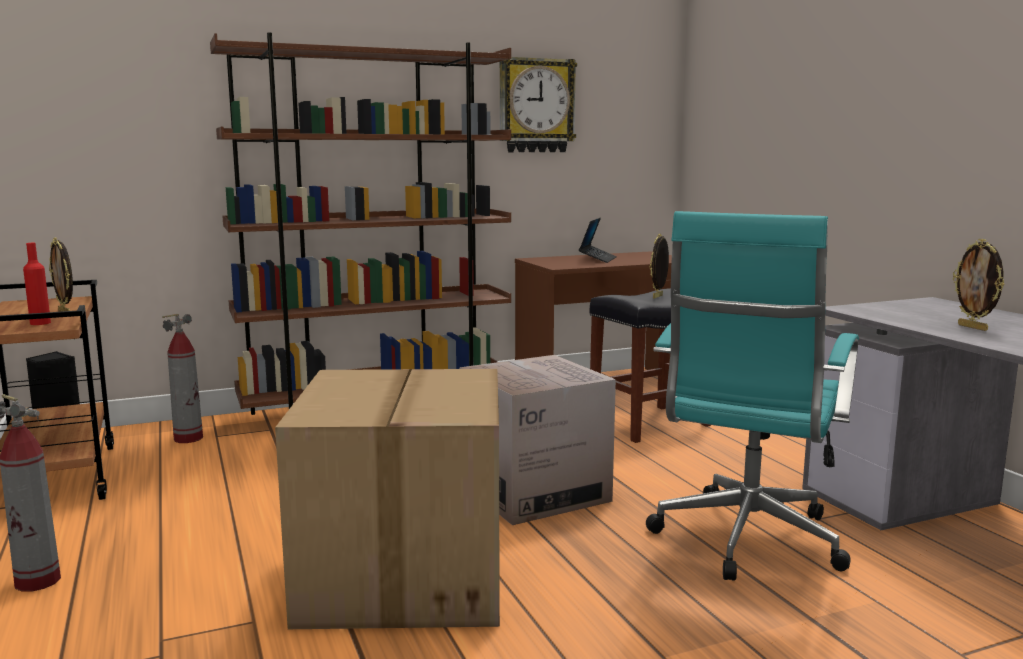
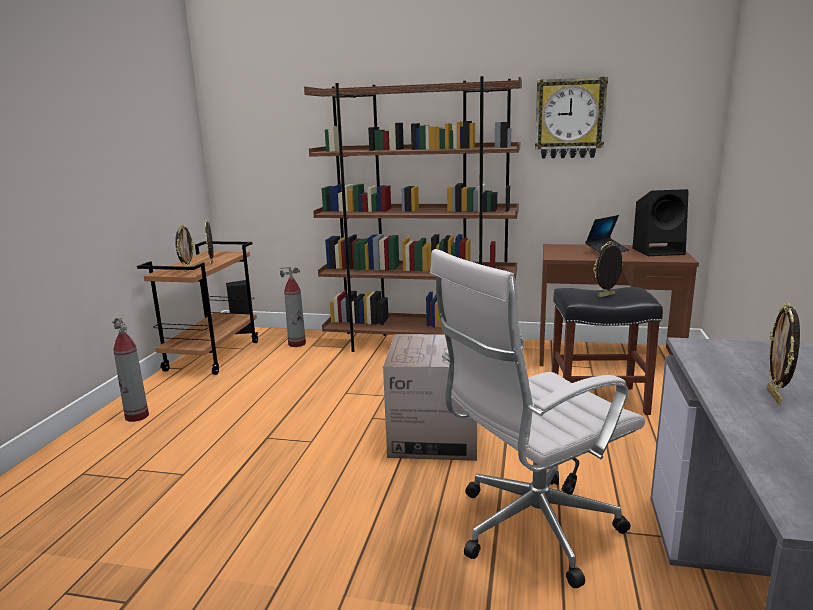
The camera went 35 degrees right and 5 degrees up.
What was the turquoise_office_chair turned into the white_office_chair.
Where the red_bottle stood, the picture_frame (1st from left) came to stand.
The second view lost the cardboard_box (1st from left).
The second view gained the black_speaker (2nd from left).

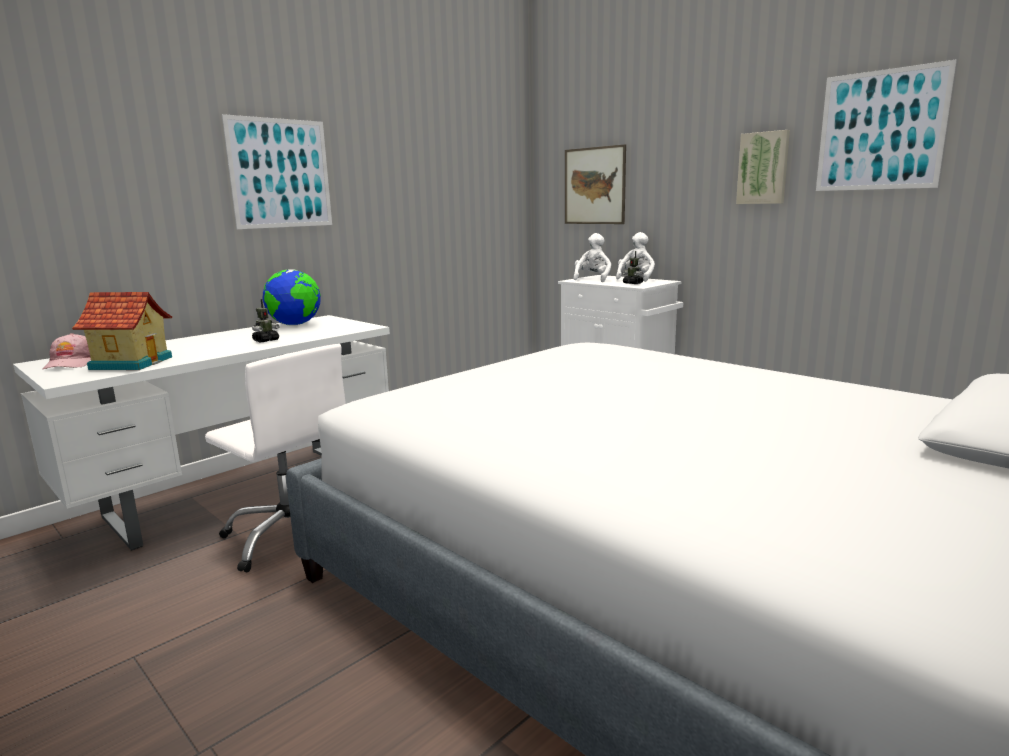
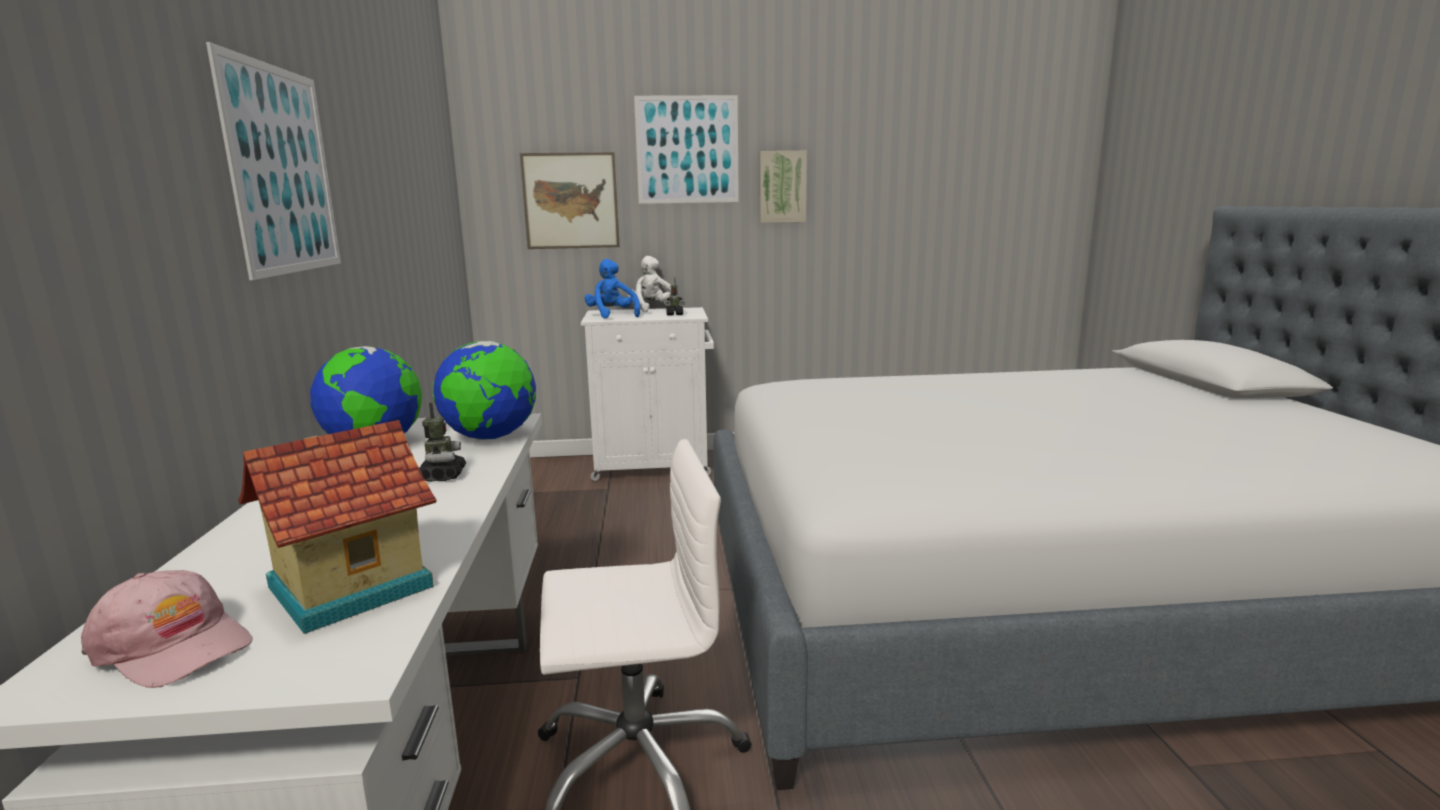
The camera went 50 degrees left and 0 degrees up.
The picture (4th from left in the first image) ended up elsewhere.
What was the white_plush_toy (1st from left) turned into the blue_plush_toy.
The second view gained the globe (2nd from left).

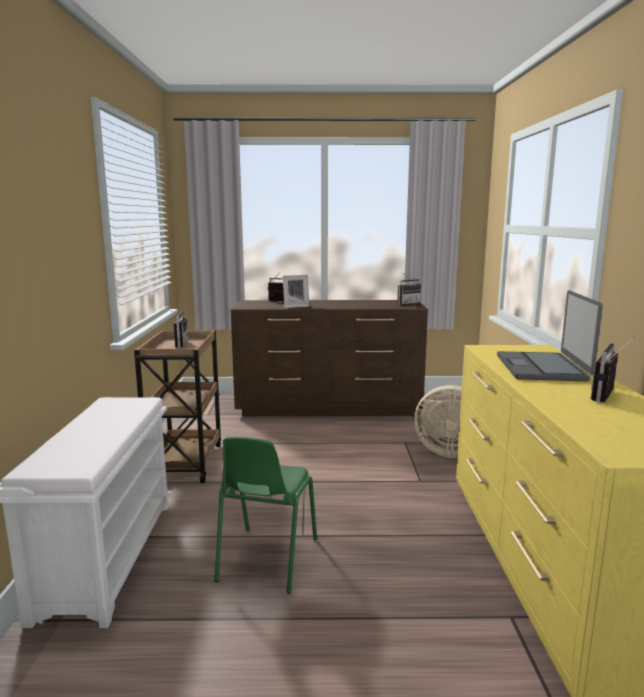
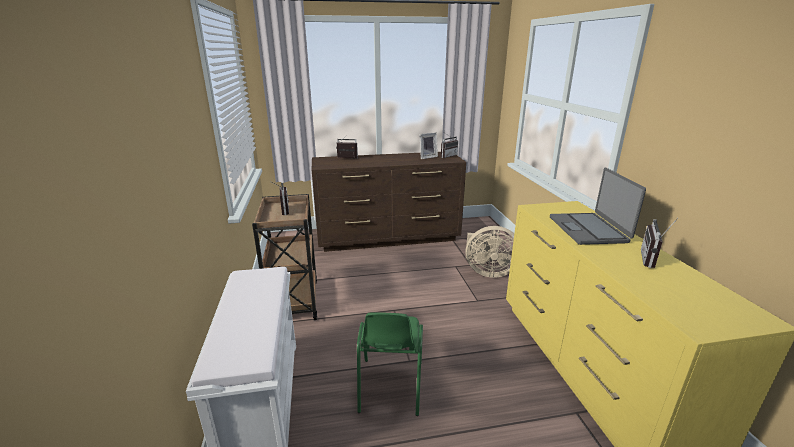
The camera went 10 degrees left and 10 degrees up.
The picture_frame ended up elsewhere.

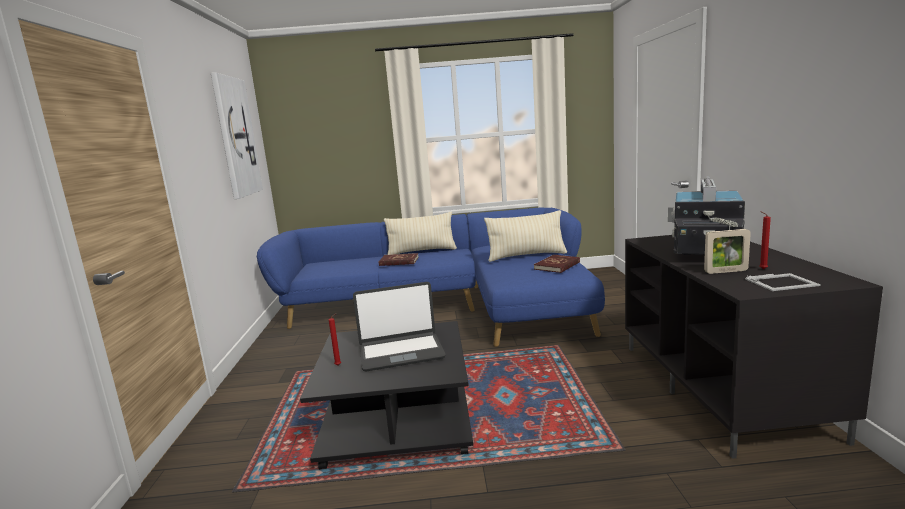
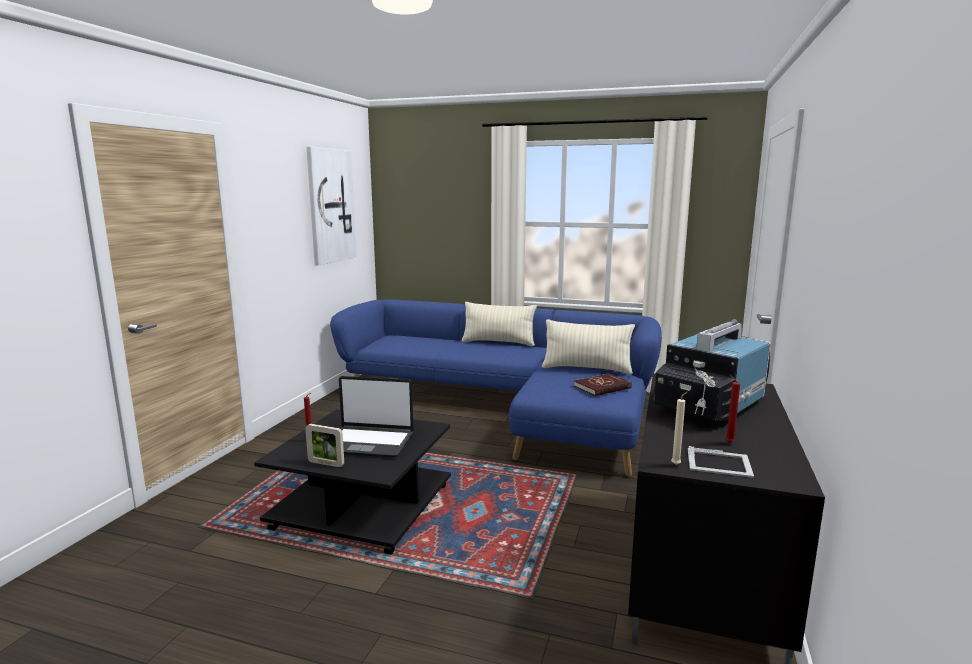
The camera went 20 degrees right and 0 degrees up.
The picture_frame (1st from left) ended up elsewhere.
The second view lost the red_book (1st from left).
The second view gained the beige_candle.

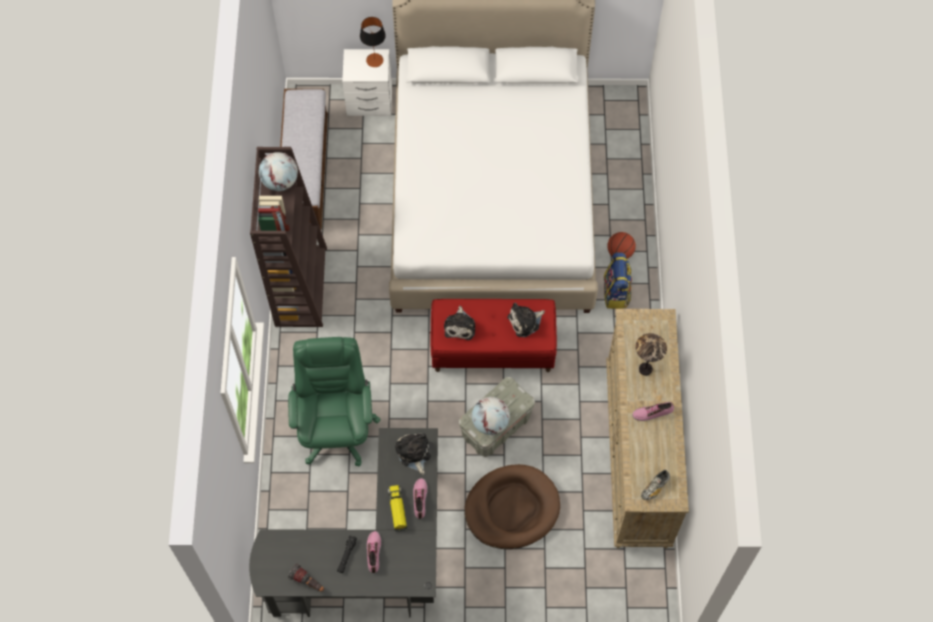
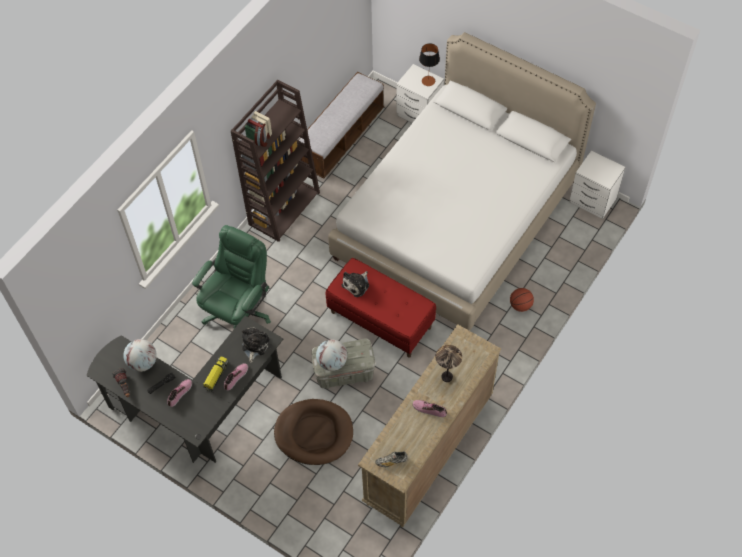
The camera went 35 degrees right and 5 degrees down.
The globe (1st from left) ended up elsewhere.
The second view lost the backpack.
The second view lost the plush_toy (3rd from left).
The second view gained the white_nightstand (2nd from left).

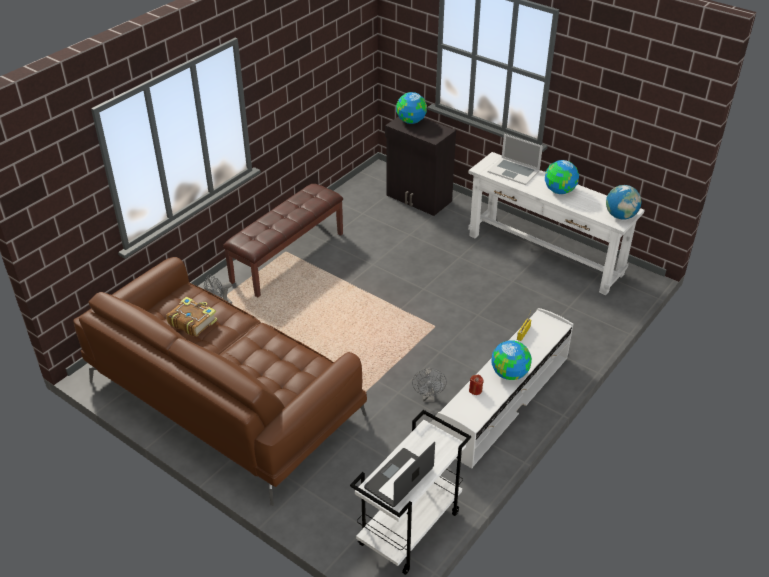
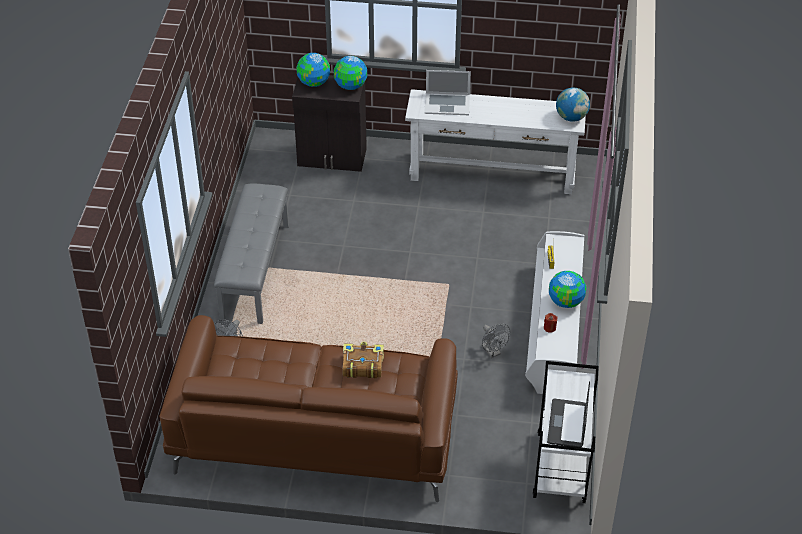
The camera went 30 degrees left and 5 degrees up.
The globe (3rd from left in the first image) ended up elsewhere.
What was the brown_bench turned into the grey_bench.
The book ended up elsewhere.

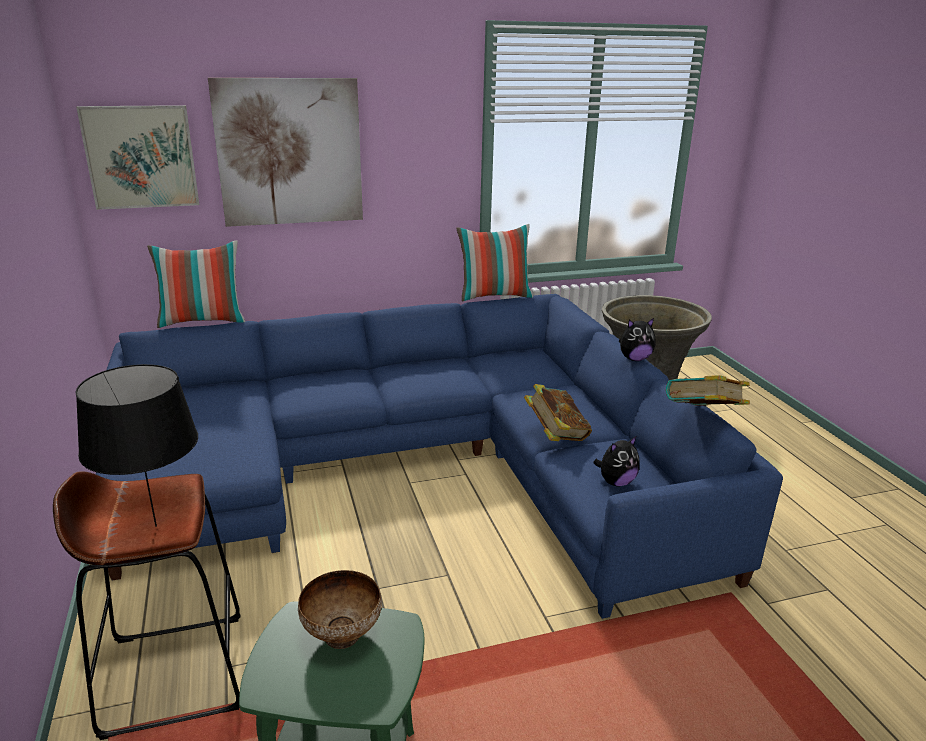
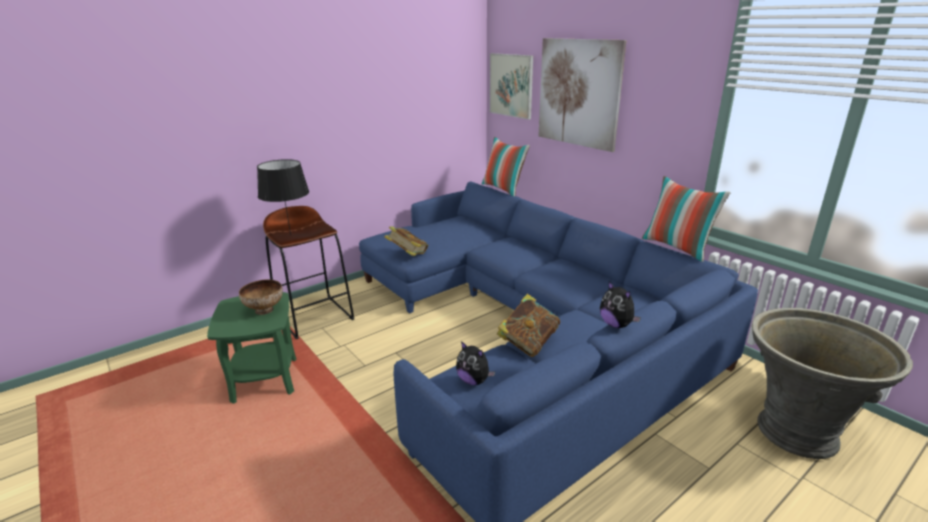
The camera went 70 degrees right and 0 degrees up.
The book (2nd from left in the first image) ended up elsewhere.

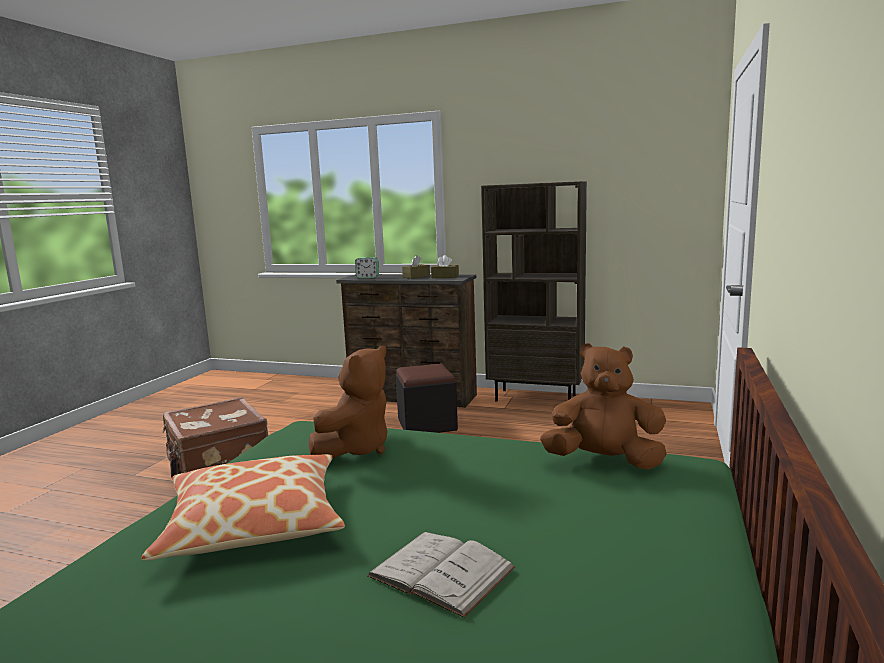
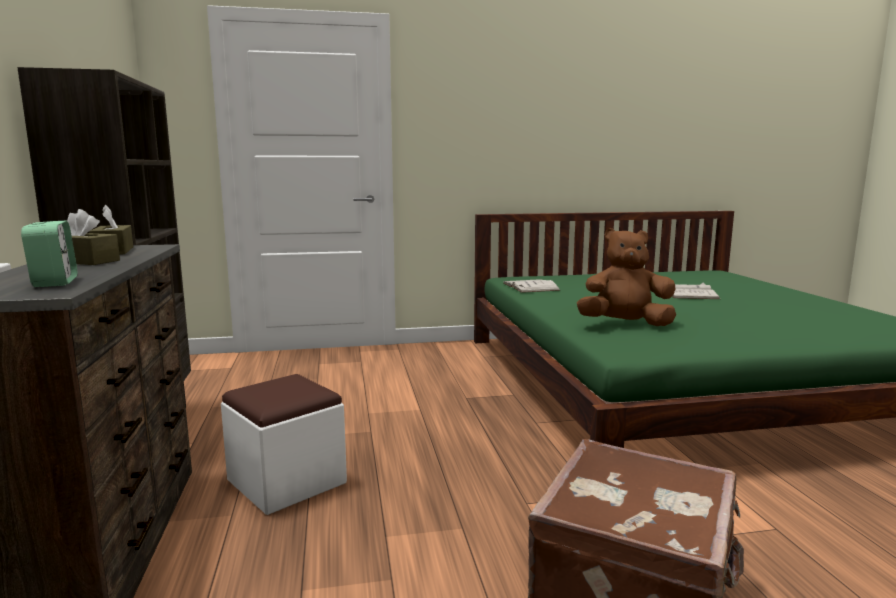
The camera went 120 degrees left and 0 degrees up.
Where the brown_plush_toy (2nd from left) stood, the white_book (1st from left) came to stand.
What was the black_ottoman turned into the white_ottoman.
The second view lost the pillow.

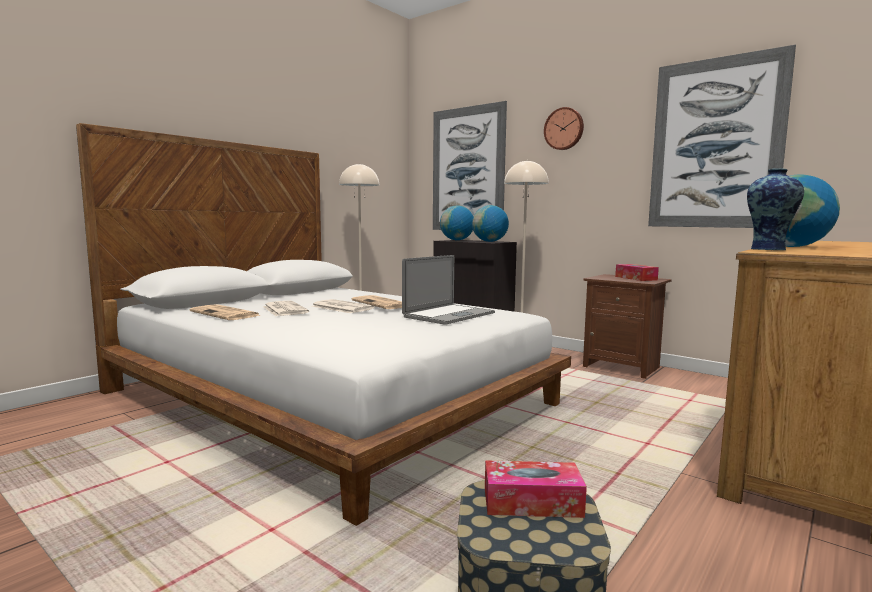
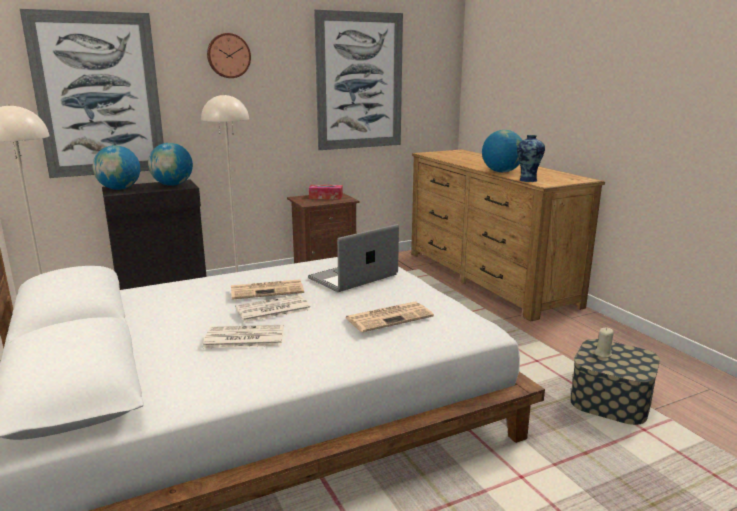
The camera went 65 degrees left and 10 degrees up.
The laptop ended up facing another way, 105 degrees counterclockwise from before.
The newspaper (1st from left in the first image) ended up elsewhere.
Where the tissue_box (1st from left) stood, the beige_candle came to stand.

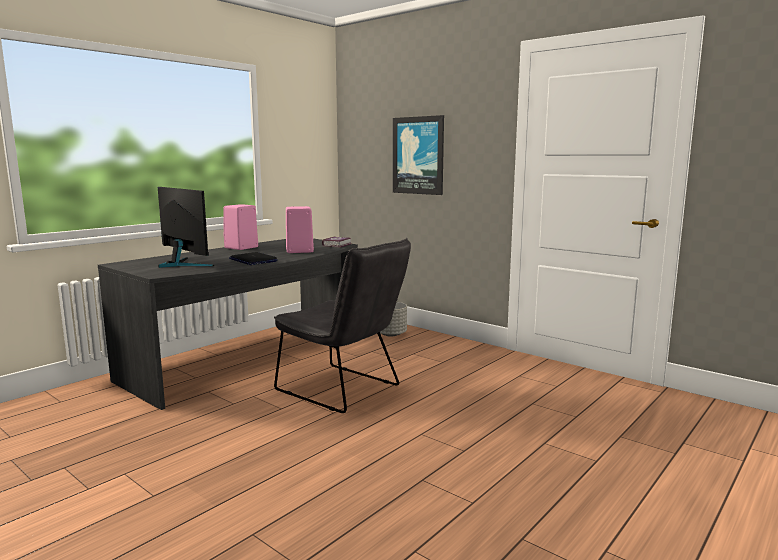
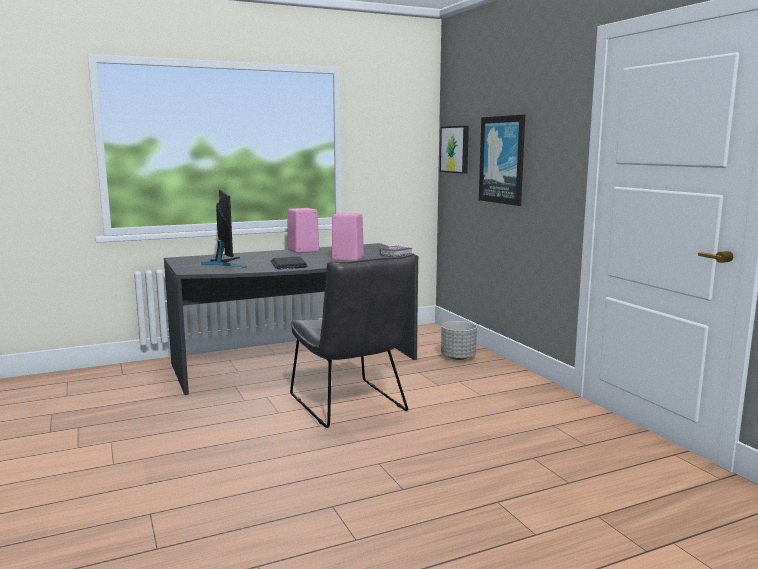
The camera went 25 degrees right and 0 degrees up.
The second view gained the picture (1st from left).

